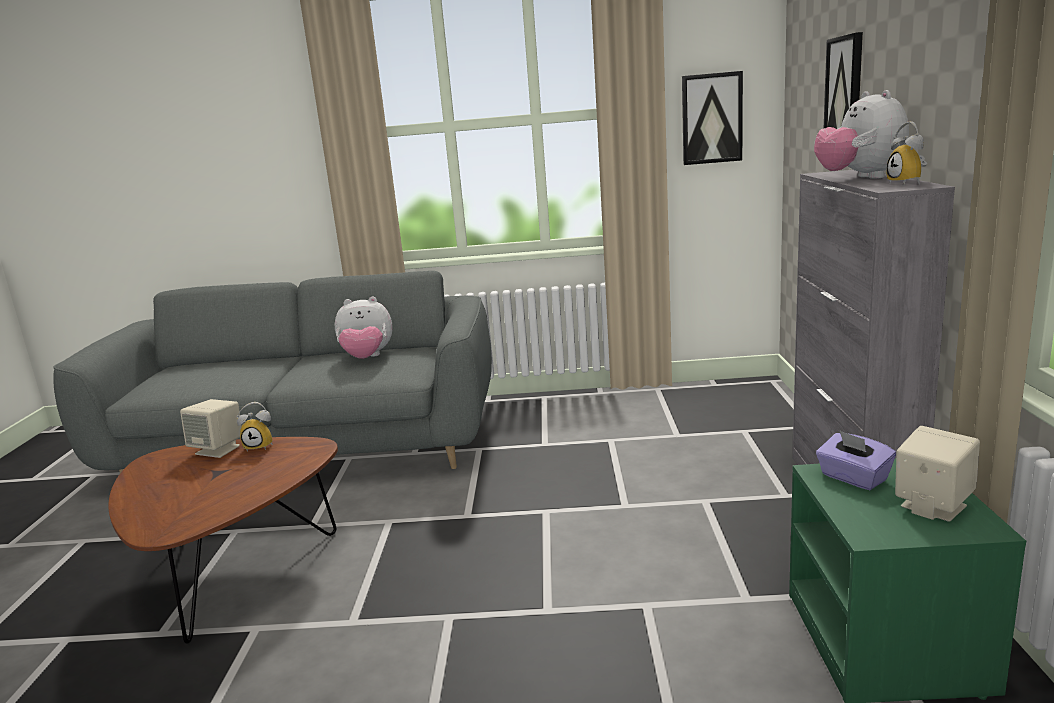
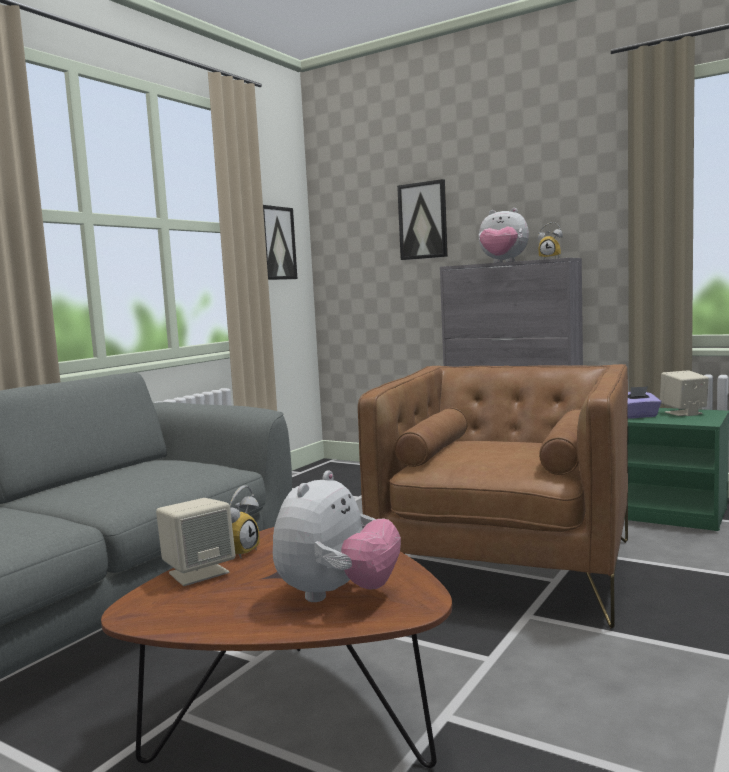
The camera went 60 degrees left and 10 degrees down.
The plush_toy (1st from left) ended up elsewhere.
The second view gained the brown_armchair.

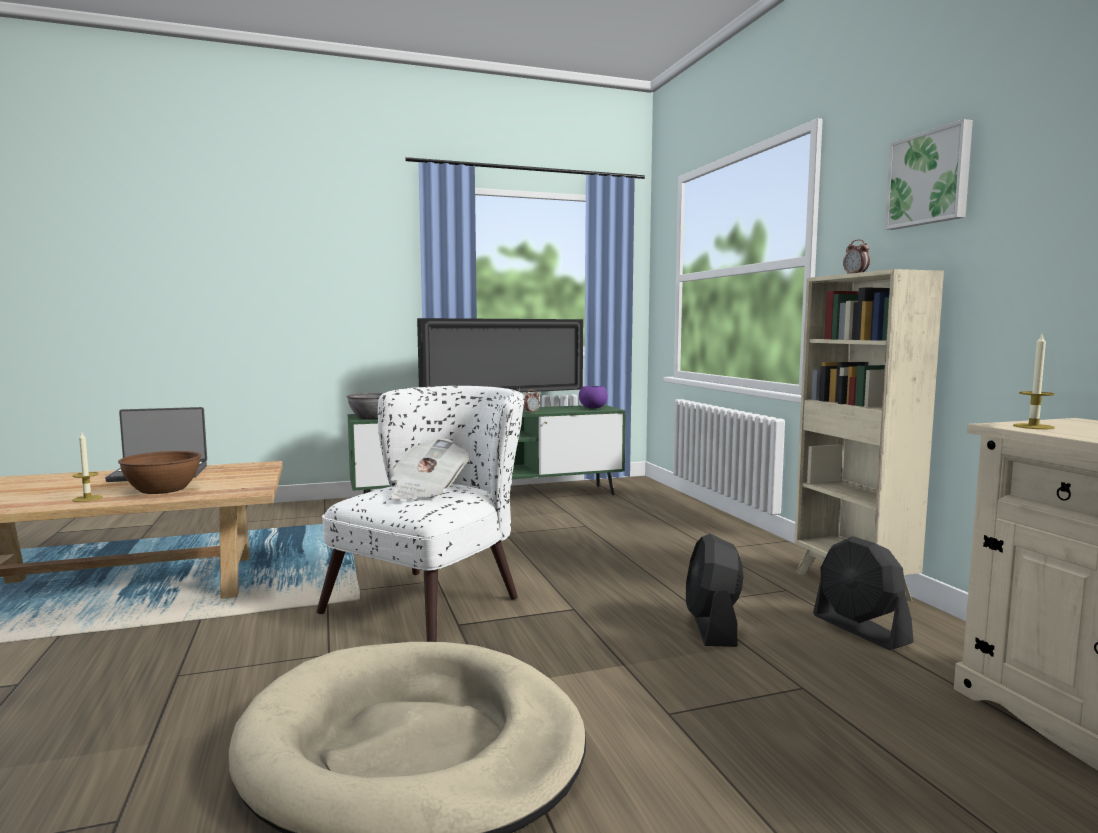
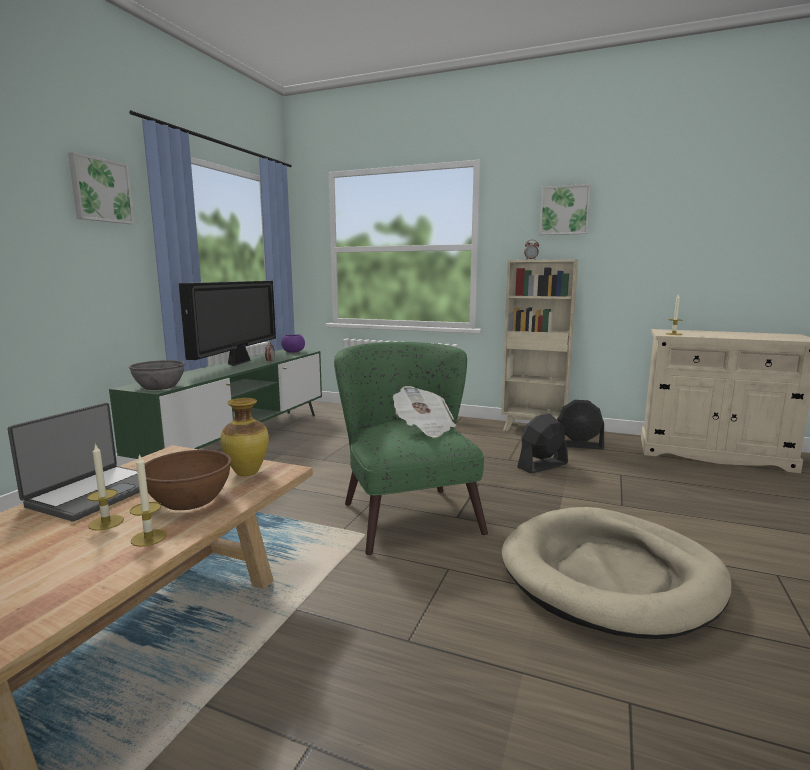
The camera went 50 degrees left and 5 degrees up.
What was the white_armchair turned into the green_armchair.
The black_fan (1st from left) ended up facing another way, 105 degrees clockwise from before.
The second view gained the picture (1st from left).
The second view gained the vase.
The second view gained the candle (1st from left).

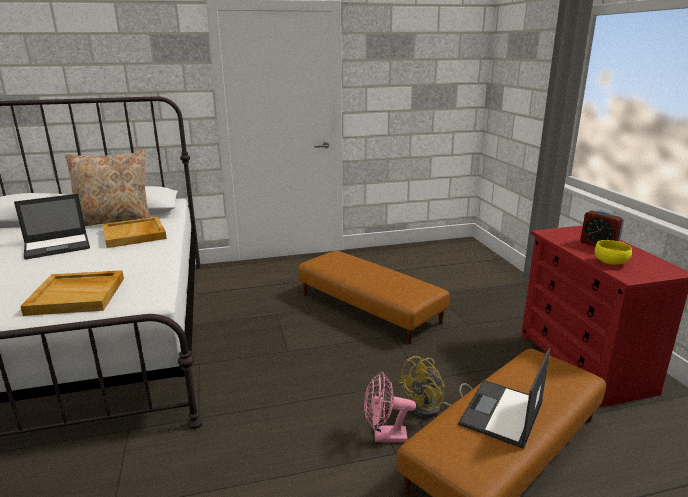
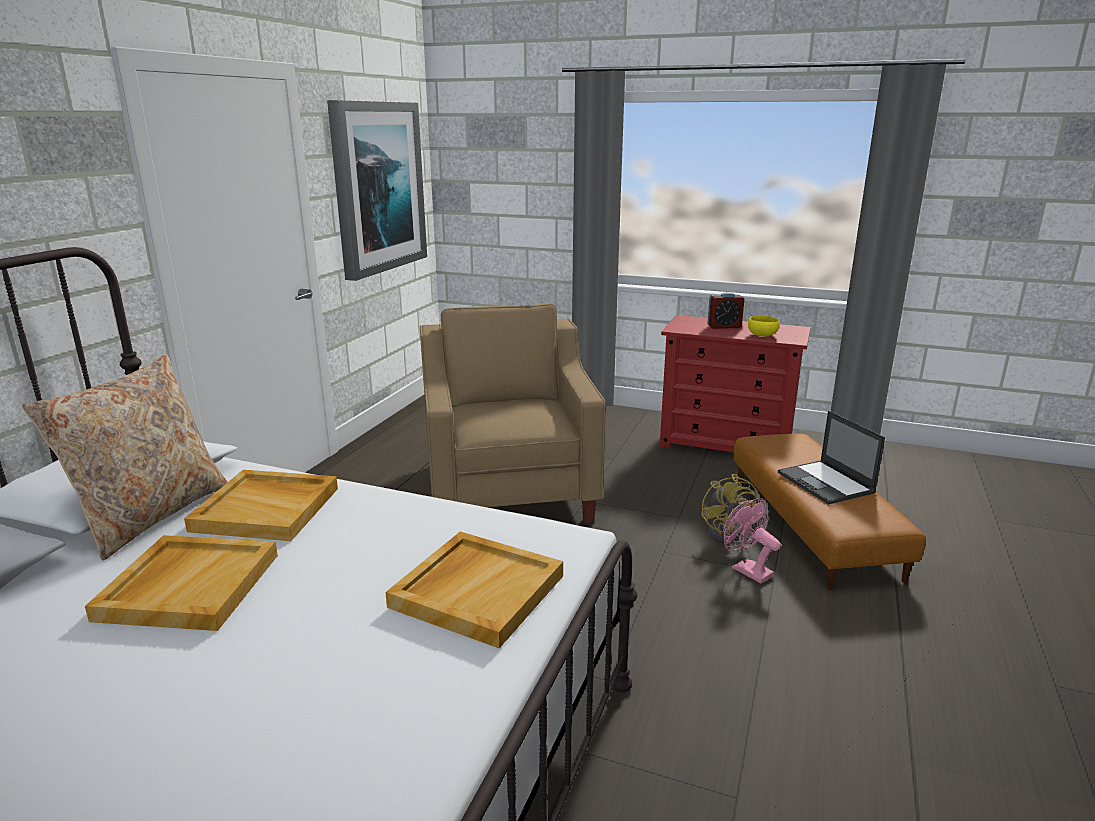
The camera went 55 degrees left and 0 degrees up.
Where the laptop (1st from left) stood, the beige_tray (1st from left) came to stand.
Where the brown_ottoman (1st from left) stood, the beige_armchair came to stand.
The pink_fan ended up facing another way, 105 degrees clockwise from before.
The second view gained the picture.

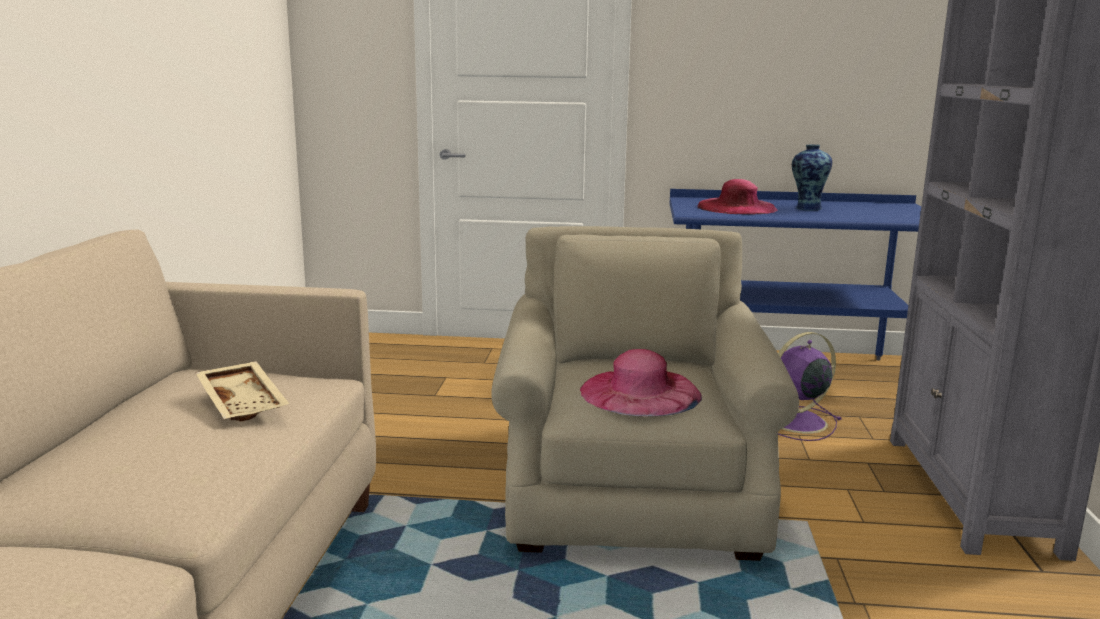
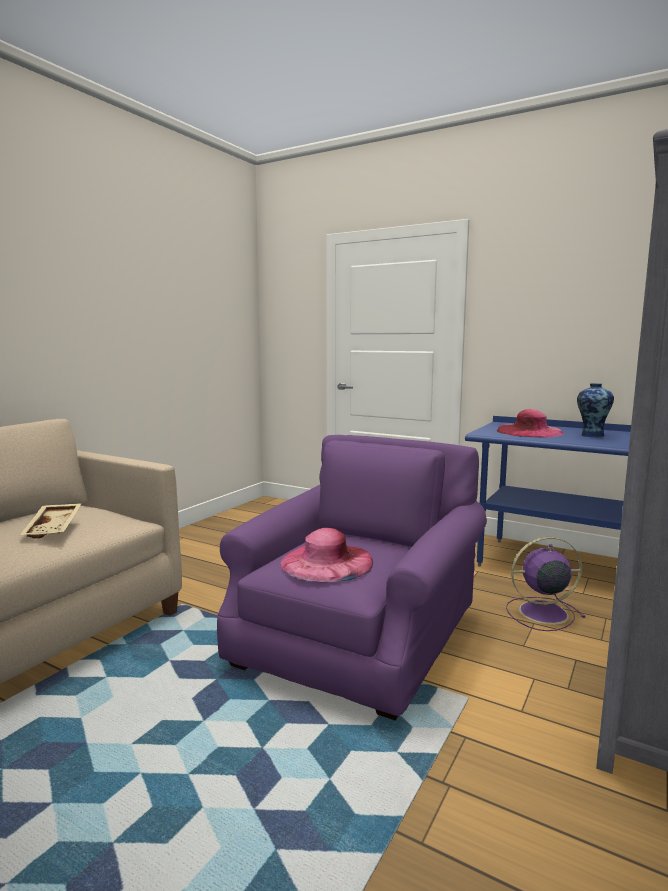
The camera went 25 degrees right and 5 degrees down.
What was the beige_armchair turned into the purple_armchair.

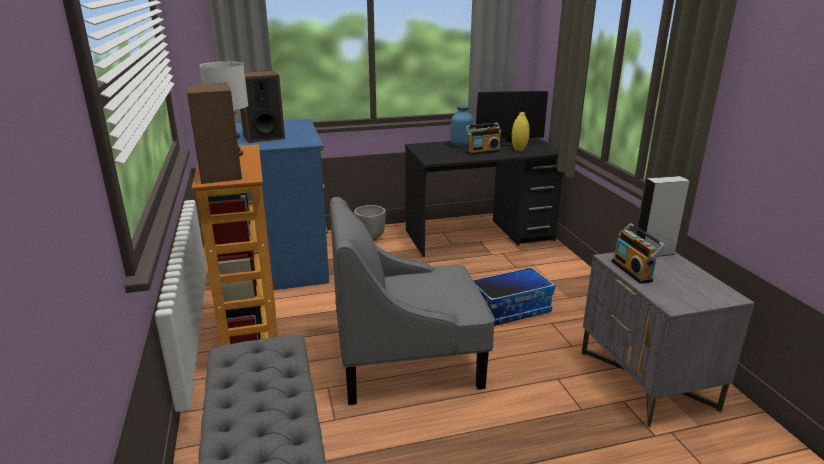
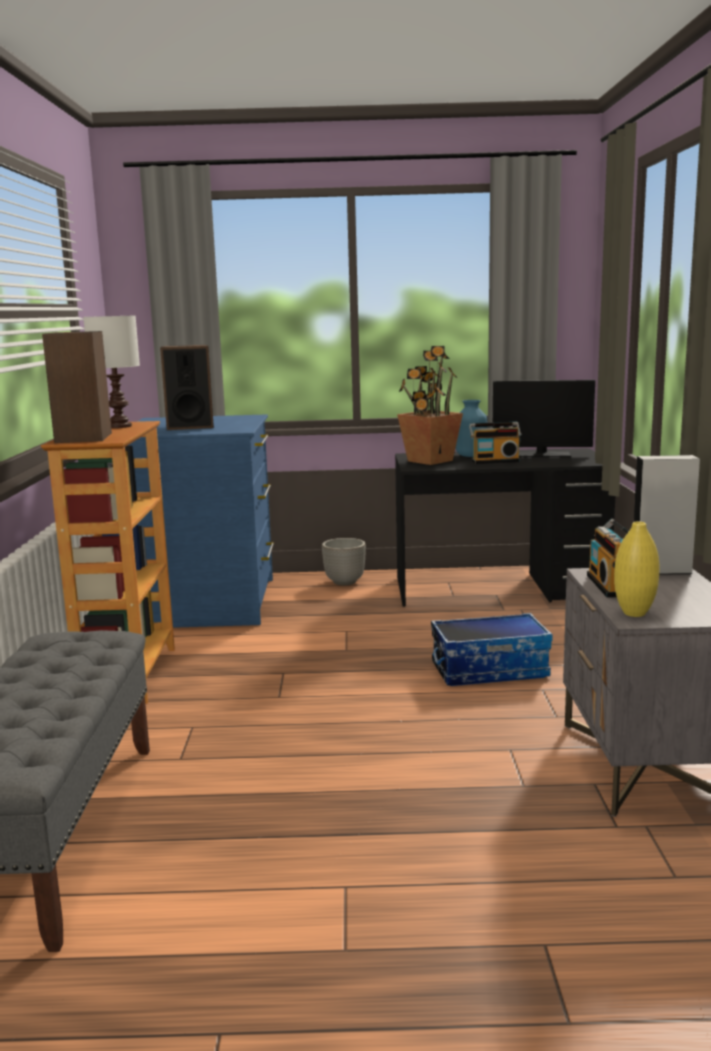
The camera went 15 degrees right and 10 degrees down.
The yellow_vase ended up elsewhere.
The second view lost the grey_armchair.
The second view gained the potted_plant.

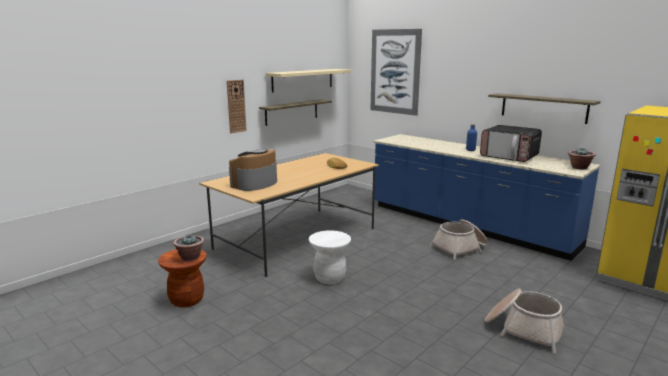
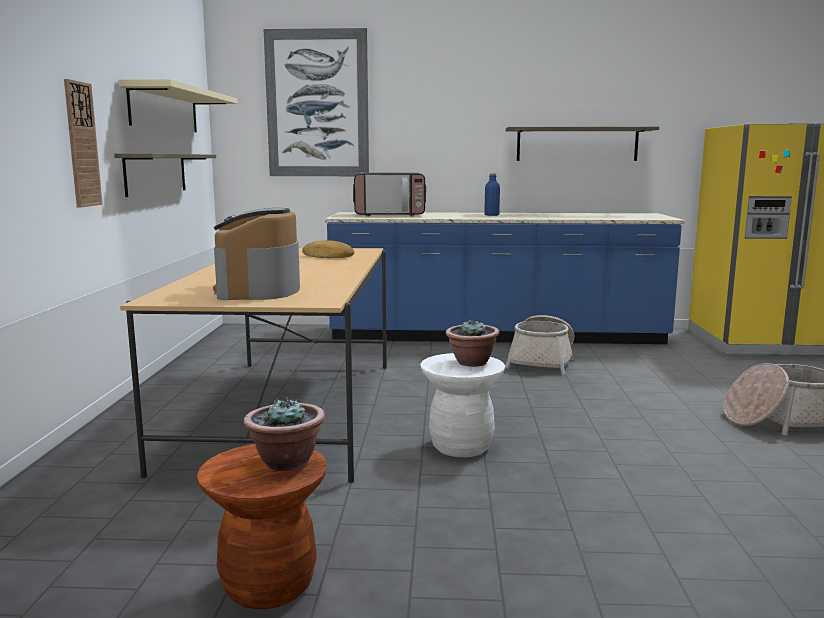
The camera went 40 degrees left and 5 degrees down.
The microwave ended up elsewhere.
The potted_plant (2nd from left) ended up elsewhere.

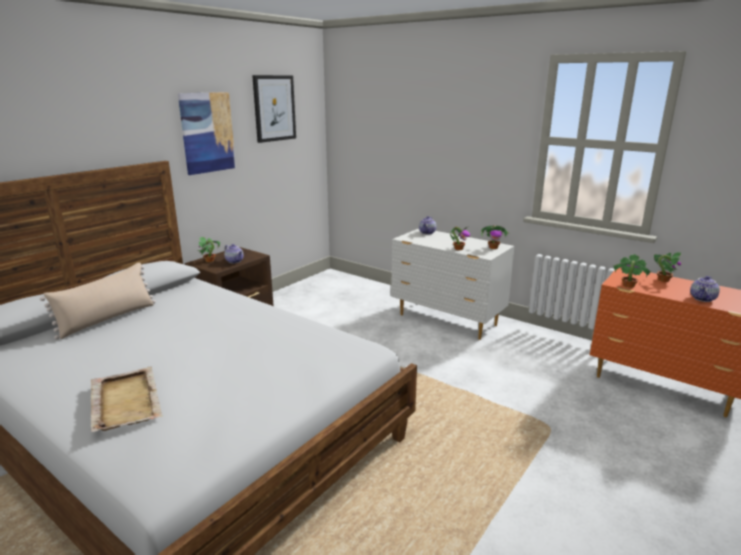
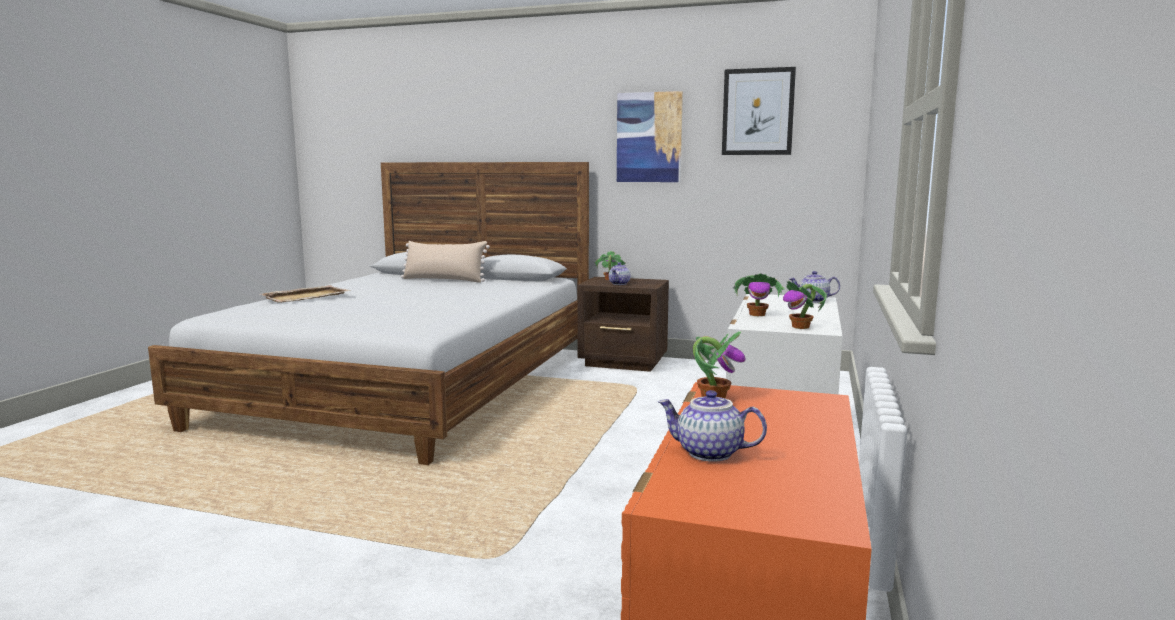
The camera went 70 degrees right and 10 degrees down.
The second view lost the potted_plant (5th from left).

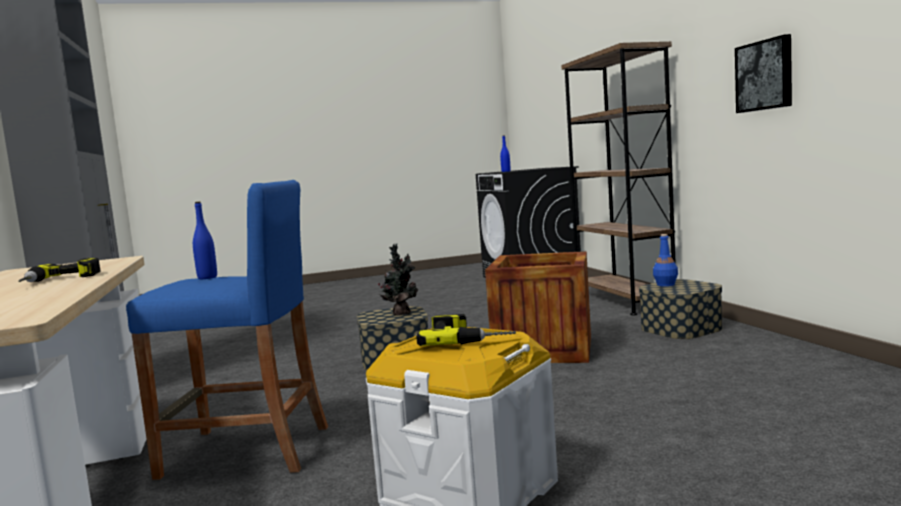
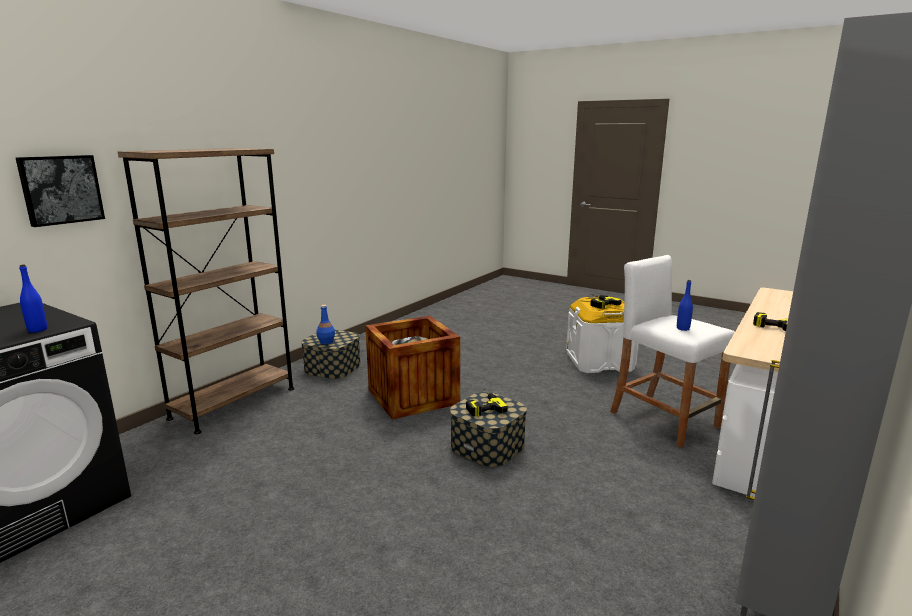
The camera went 130 degrees left and 10 degrees up.
The picture ended up elsewhere.
What was the blue_stool turned into the white_stool.
Where the potted_plant stood, the power_drill (1st from left) came to stand.

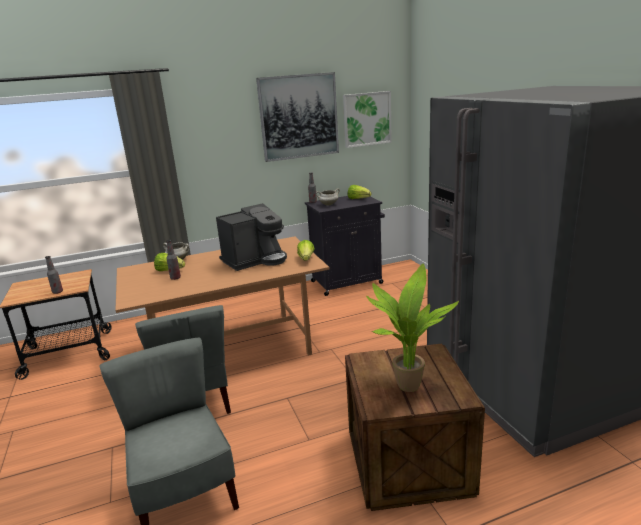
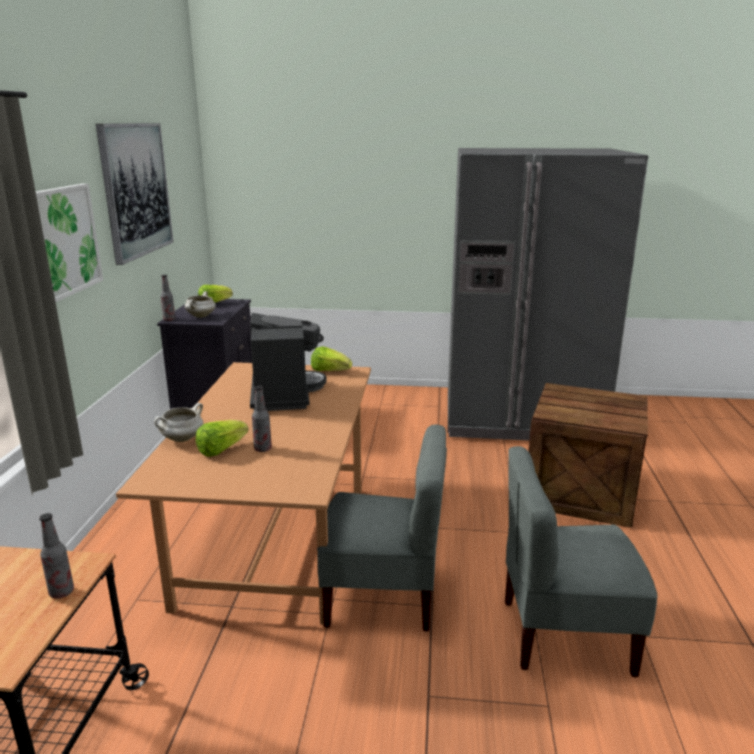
The camera went 65 degrees left and 0 degrees up.
The picture (2nd from left in the first image) ended up elsewhere.
The second view lost the potted_plant.

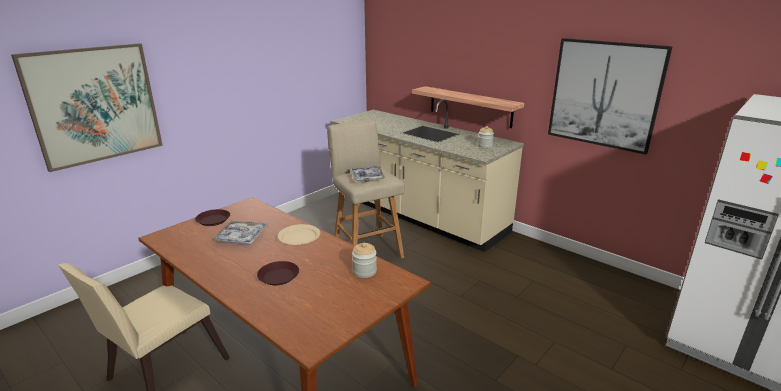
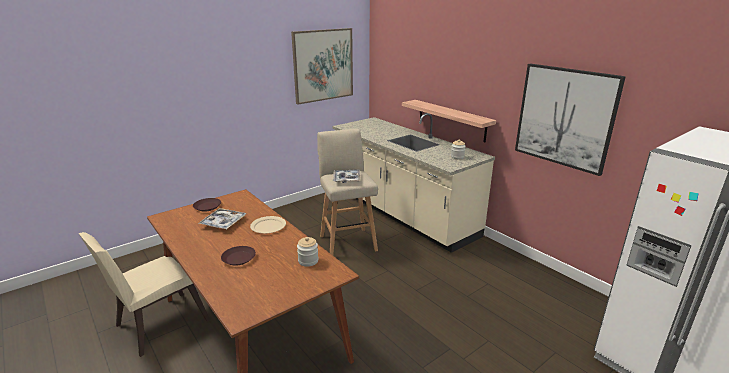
The camera went 10 degrees right and 0 degrees up.
The picture (1st from left) ended up elsewhere.

